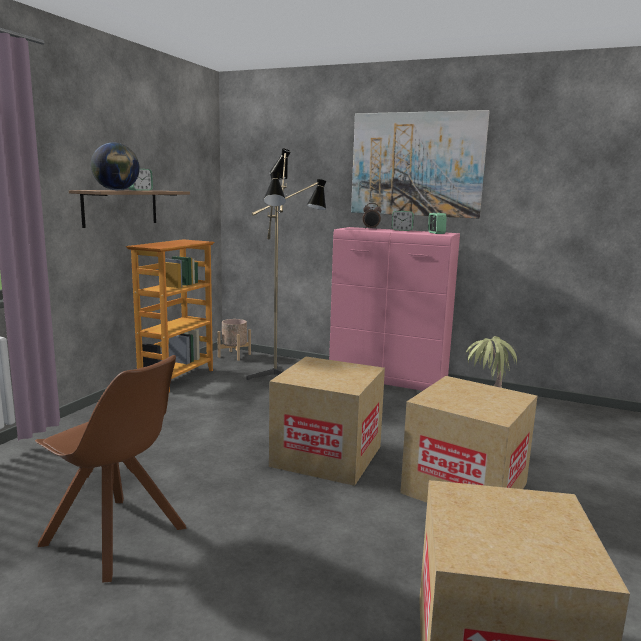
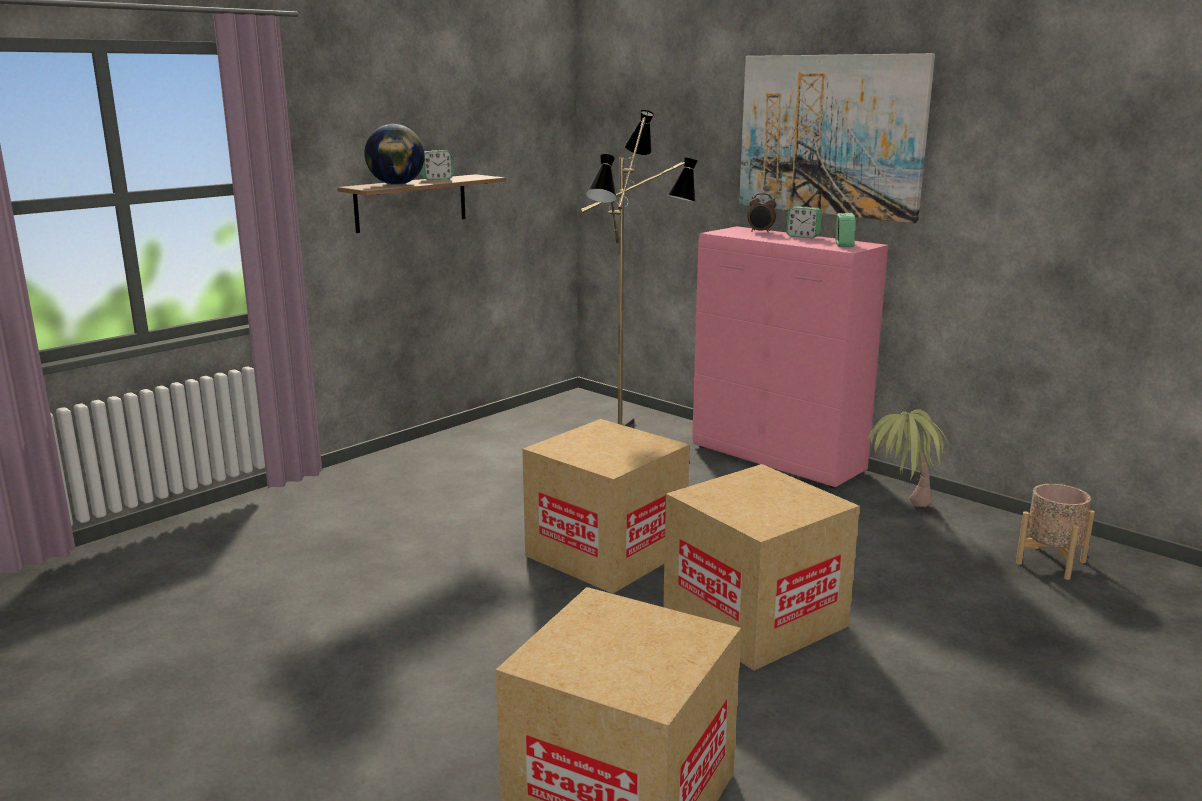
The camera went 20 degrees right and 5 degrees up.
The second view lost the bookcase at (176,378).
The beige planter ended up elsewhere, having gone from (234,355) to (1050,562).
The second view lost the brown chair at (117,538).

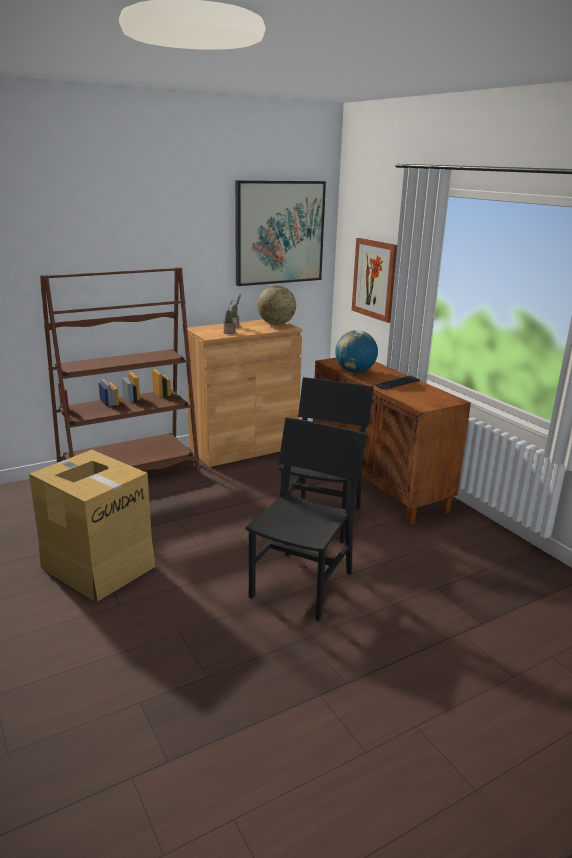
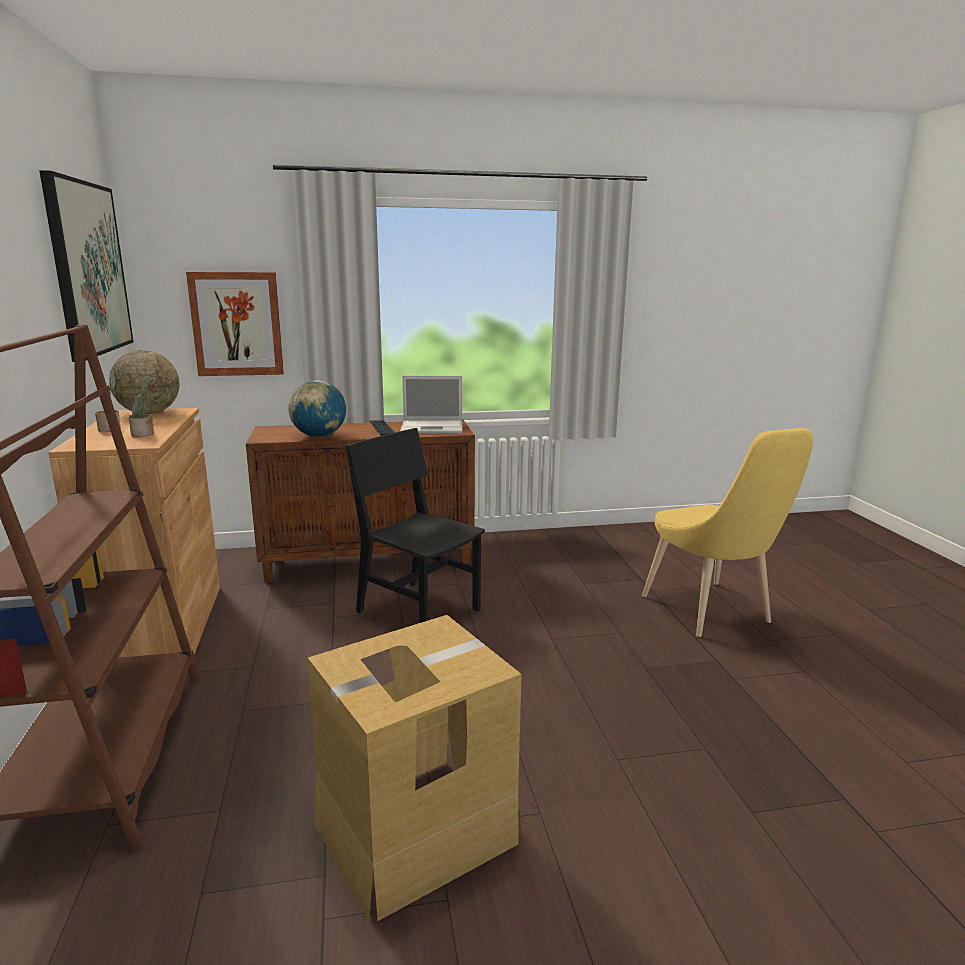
The camera went 70 degrees left and 5 degrees down.
The second view lost the black chair at (302,584).
The second view gained the laptop at (433,428).
The second view gained the yellow chair at (711,613).

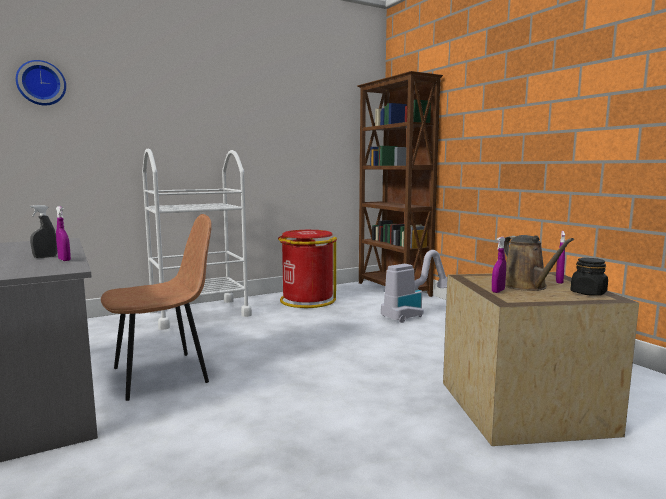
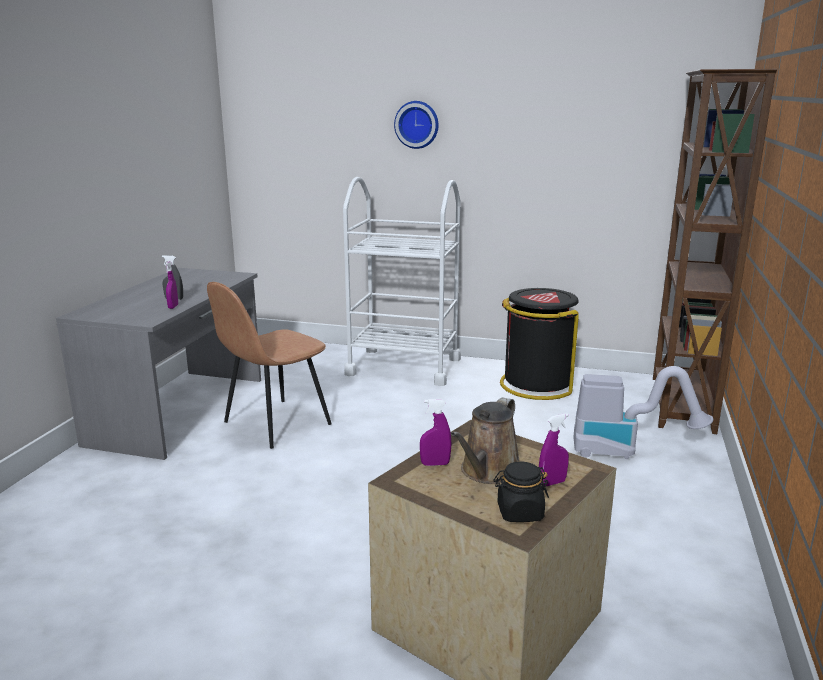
The camera went 45 degrees right and 10 degrees up.
The wall clock ended up elsewhere, having gone from (41,83) to (417,124).
The brown chair at (163,374) ended up facing another way, 120 degrees clockwise from before.
What was the red trash can at (307,300) turned into the black trash can at (536,385).

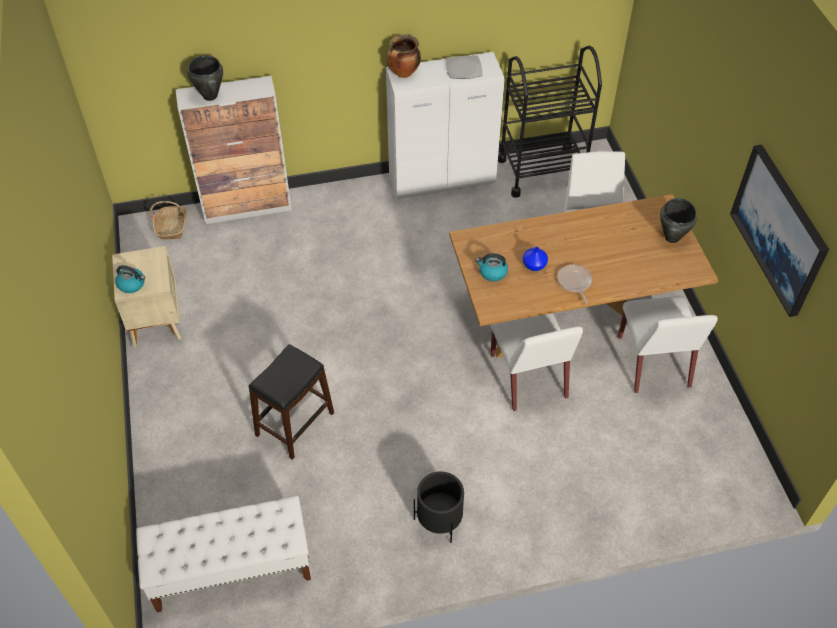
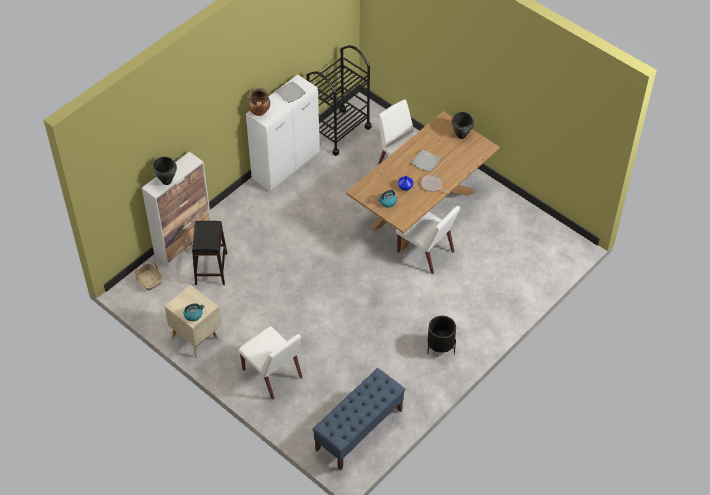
The camera went 35 degrees left and 0 degrees up.
The second view lost the picture at (779,229).
The white chair ended up elsewhere, having gone from (654,362) to (273,374).
The black stool ended up elsewhere, having gone from (295,424) to (211,268).
What was the white bench at (231,570) turned into the blue bench at (359,430).
The second view gained the plate at (426,161).

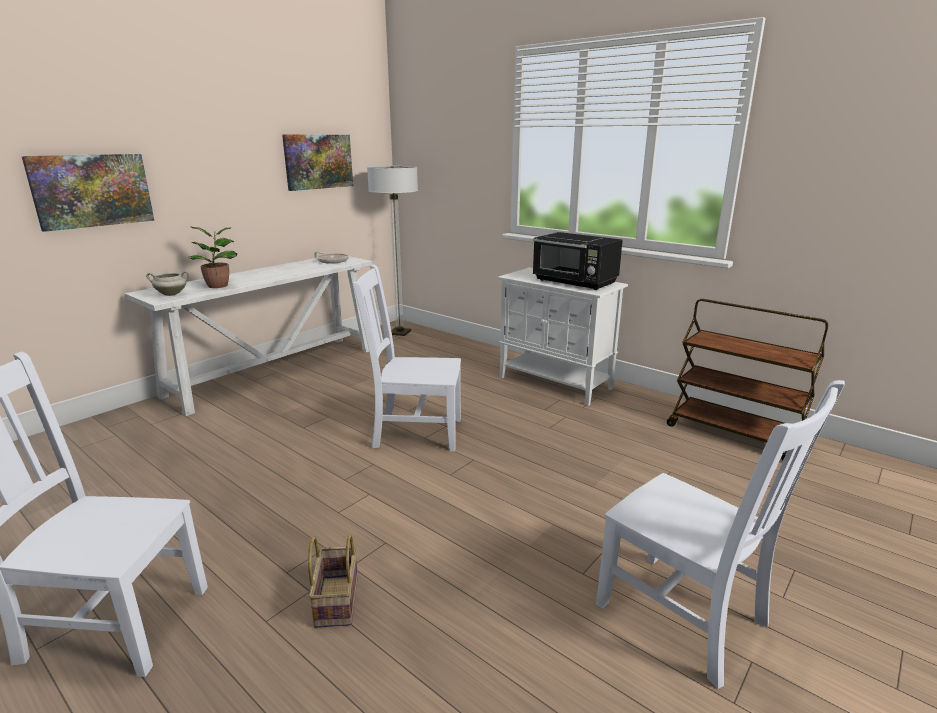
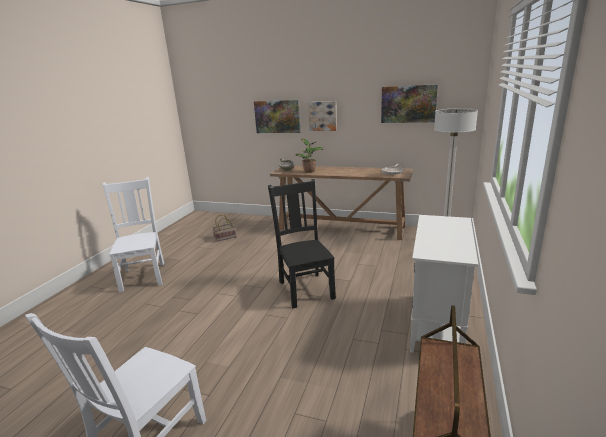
The camera went 70 degrees right and 0 degrees up.
The second view lost the black microwave at (575,282).
What was the white console table at (276,371) turned into the brown console table at (342,228).
What was the white chair at (414,432) turned into the black chair at (305,288).
The basket ended up elsewhere, having gone from (336,599) to (225,237).
The second view gained the picture at (323,116).

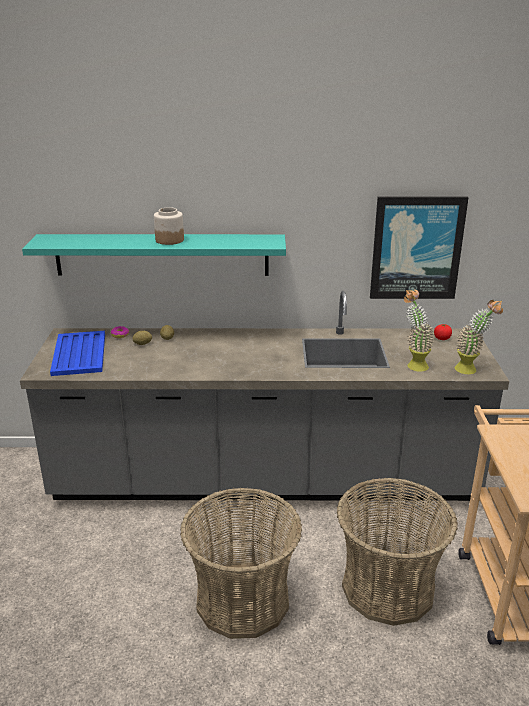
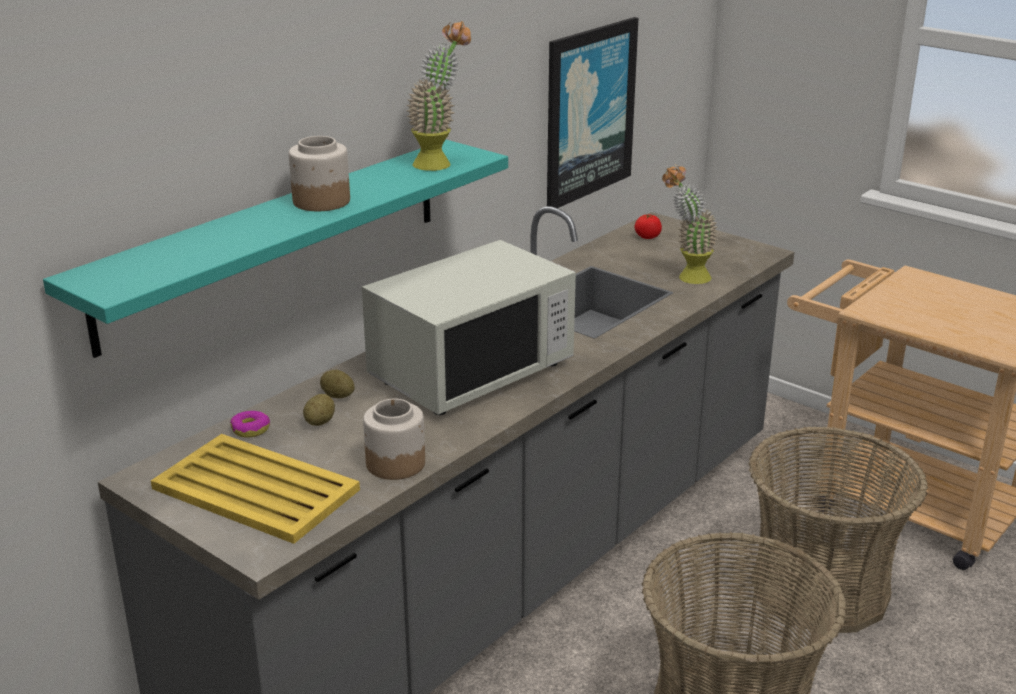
The camera went 50 degrees left and 0 degrees up.
The potted plant ended up elsewhere, having gone from (471,370) to (440,163).
What was the blue tray at (79,354) turned into the yellow tray at (257,490).
The second view gained the white microwave at (471,372).
The second view gained the jar at (395,463).

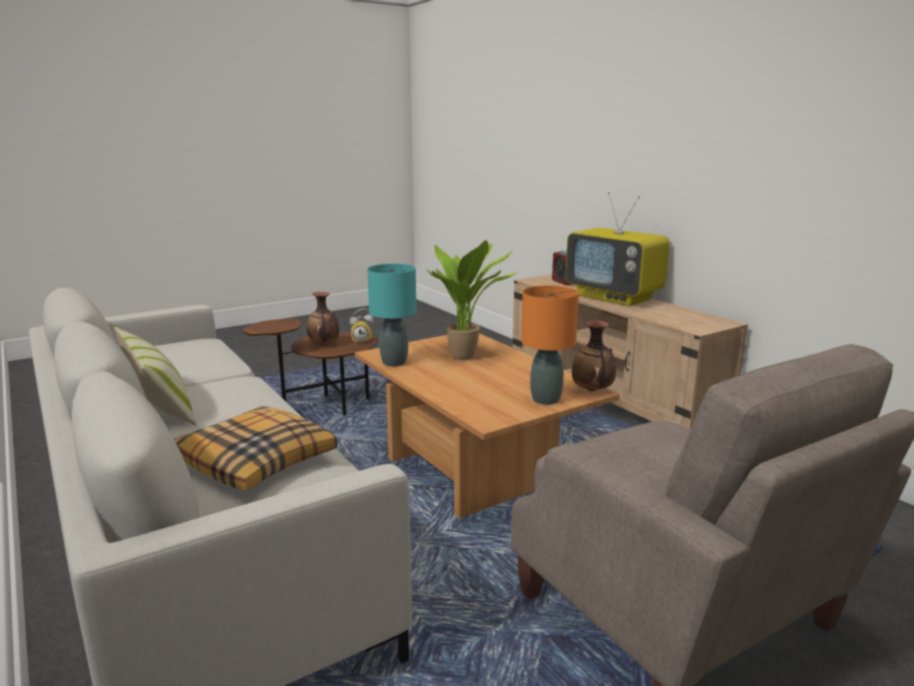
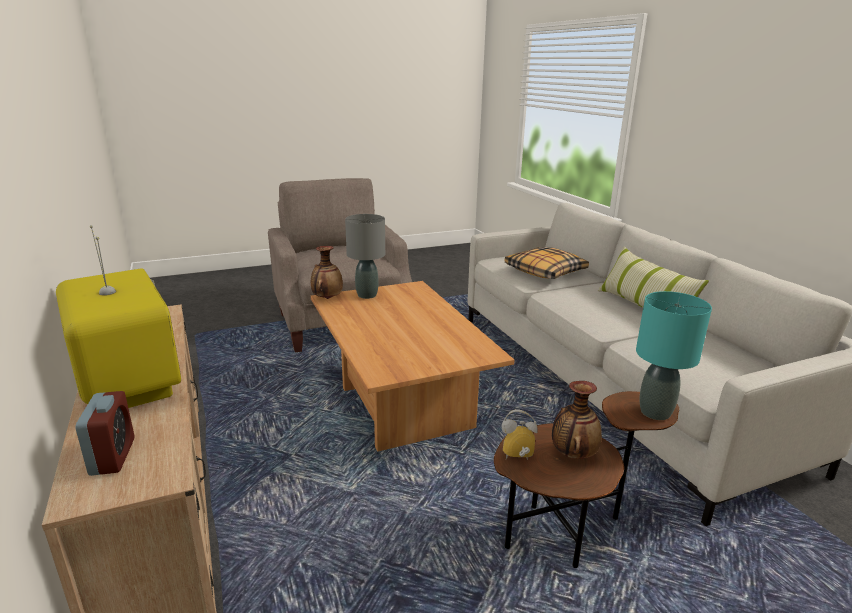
The camera went 170 degrees left and 5 degrees up.
The second view lost the potted plant at (467,357).
The turquoise table lamp ended up elsewhere, having gone from (393,363) to (655,412).
What was the orange table lamp at (545,400) turned into the grey table lamp at (367,295).

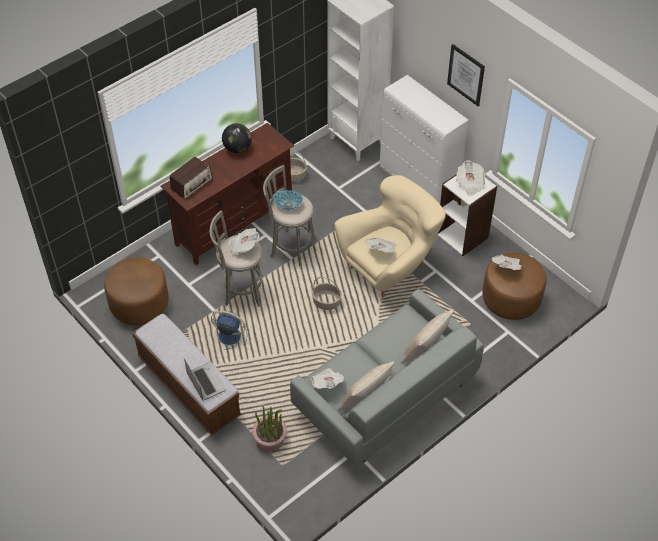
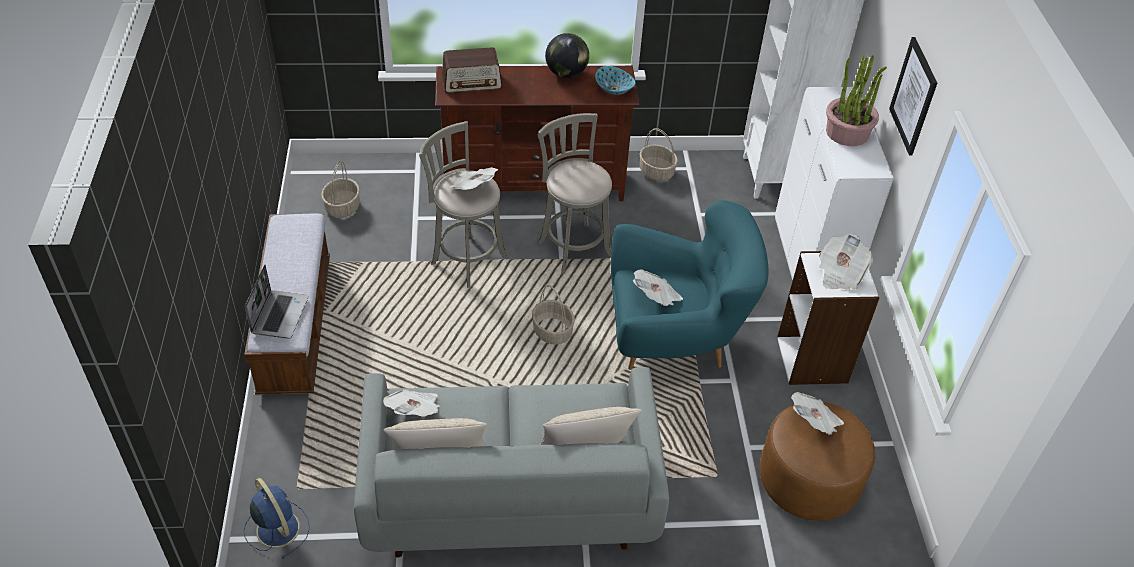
The camera went 35 degrees right and 5 degrees down.
What was the beige armchair at (389,267) turned into the turquoise armchair at (674,339).
The bowl ended up elsewhere, having gone from (288,204) to (614,89).
Where the brown ottoman stood at (139,304), the basket came to stand at (342,207).
The blue fan ended up elsewhere, having gone from (228,336) to (277,527).
The potted plant ended up elsewhere, having gone from (270,439) to (847,132).

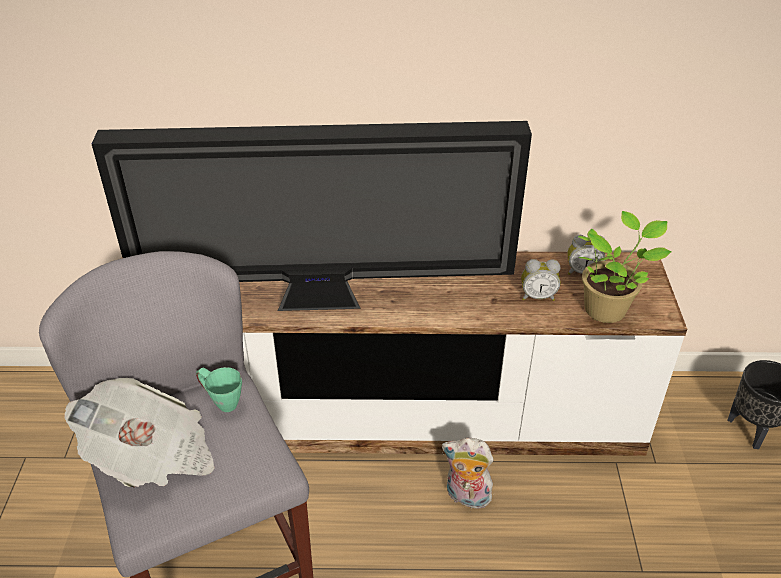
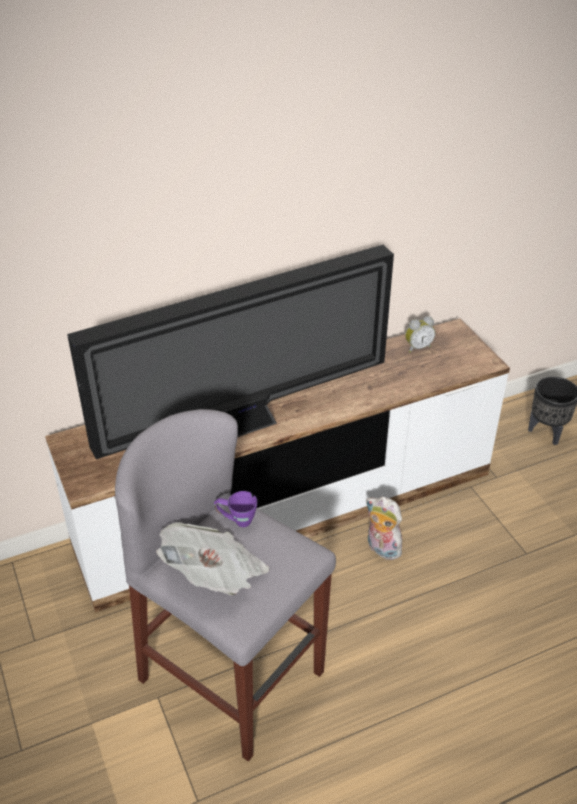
The camera went 25 degrees left and 0 degrees up.
The second view lost the potted plant at (607,308).
The second view lost the alarm clock at (537,296).
What was the green mug at (221,401) turned into the purple mug at (236,521).
The plush toy at (466,497) ended up facing another way, 45 degrees clockwise from before.

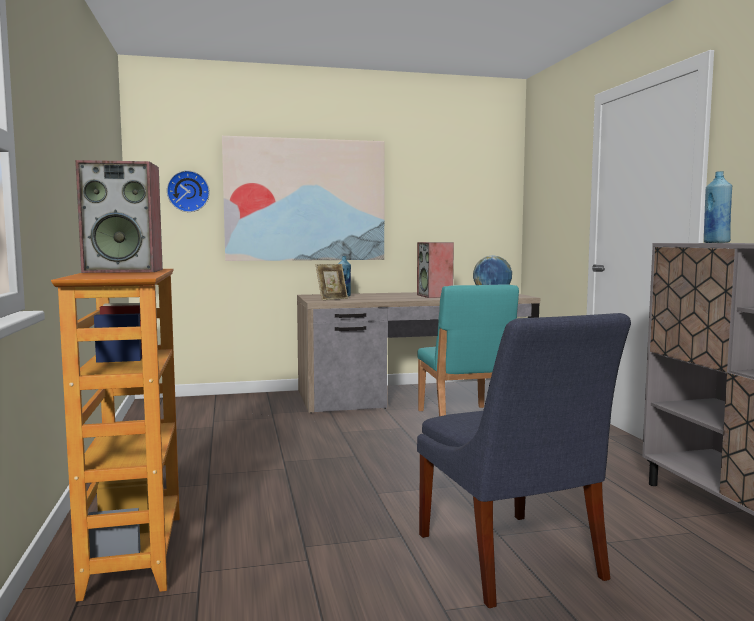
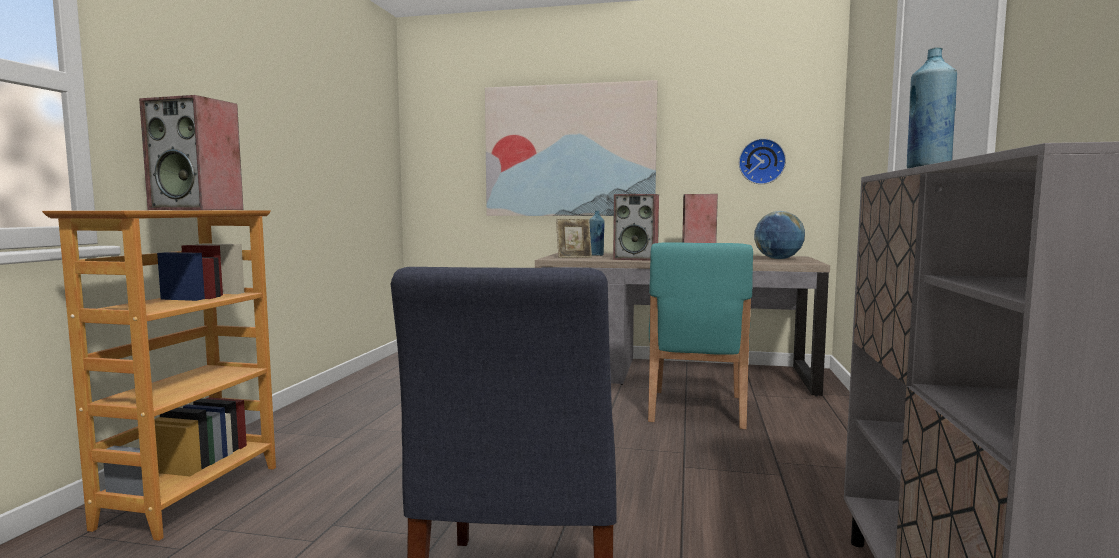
The camera went 25 degrees right and 0 degrees up.
The wall clock ended up elsewhere, having gone from (188,191) to (761,161).
The second view gained the speaker at (636,258).

